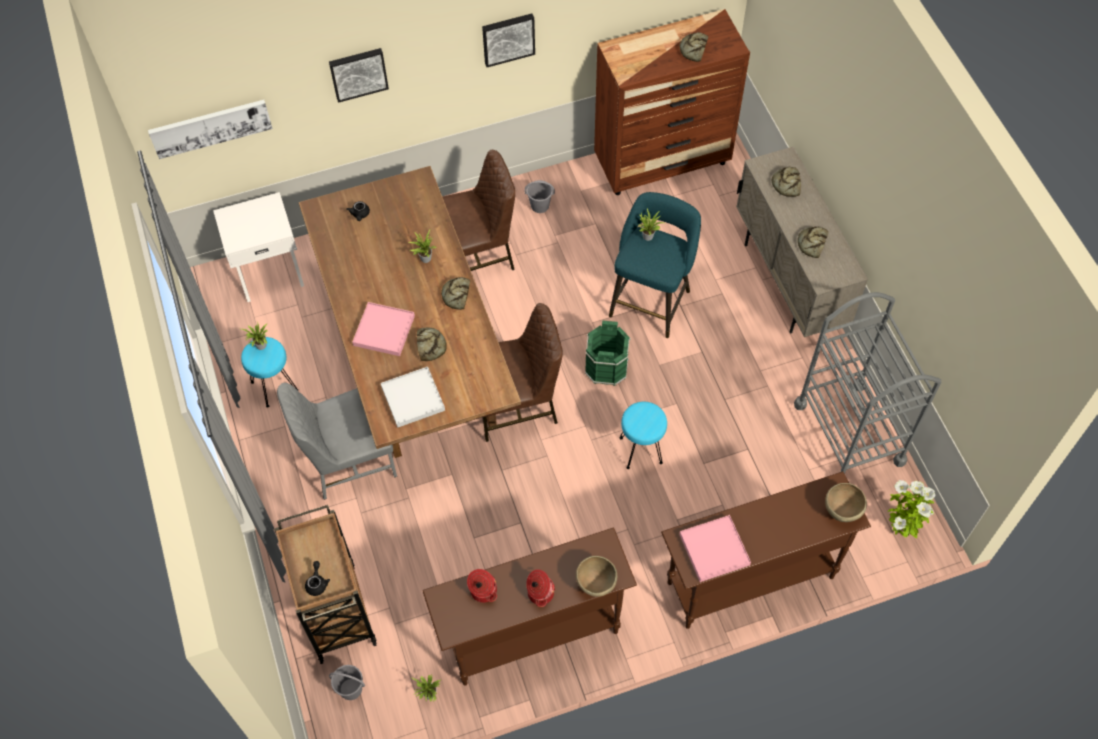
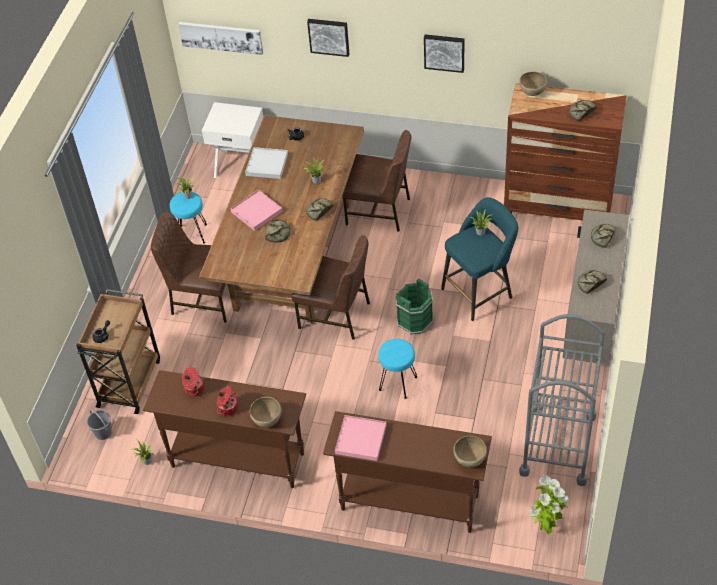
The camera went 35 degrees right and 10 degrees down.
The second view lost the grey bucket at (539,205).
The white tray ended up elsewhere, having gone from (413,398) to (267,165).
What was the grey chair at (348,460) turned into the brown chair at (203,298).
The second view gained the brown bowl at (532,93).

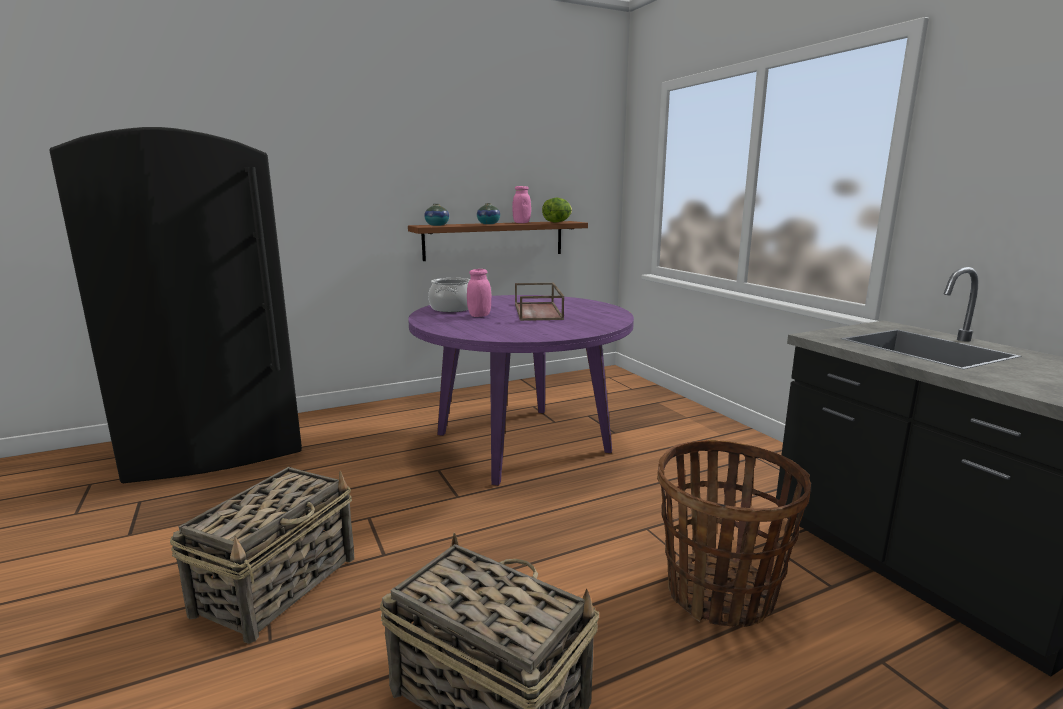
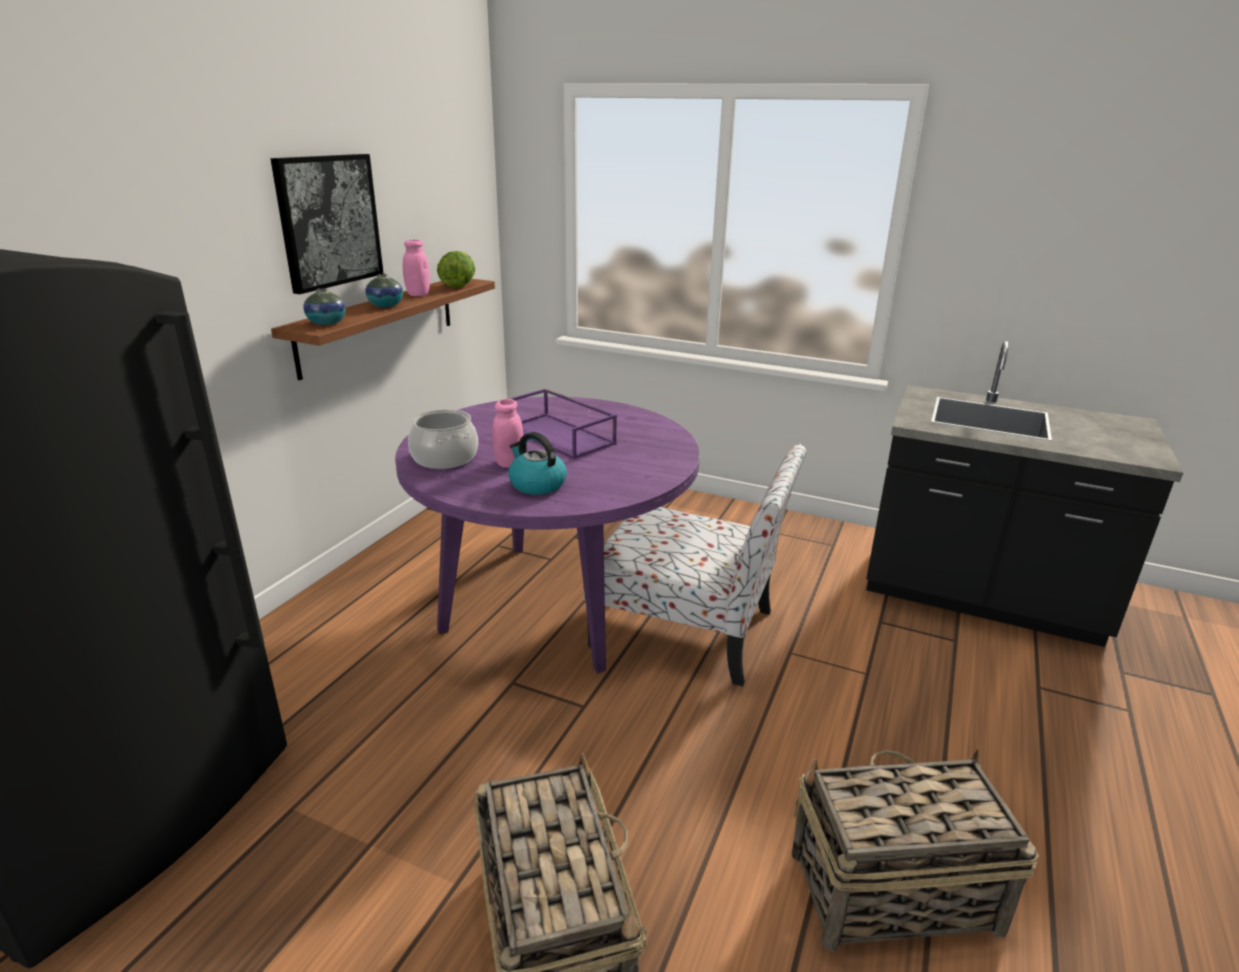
The camera went 40 degrees left and 10 degrees up.
What was the brown tray at (539,311) turned into the purple tray at (561,436).
The second view lost the basket at (720,593).
The second view gained the picture at (329,221).
The second view gained the kettle at (536,484).
The second view gained the chair at (688,629).

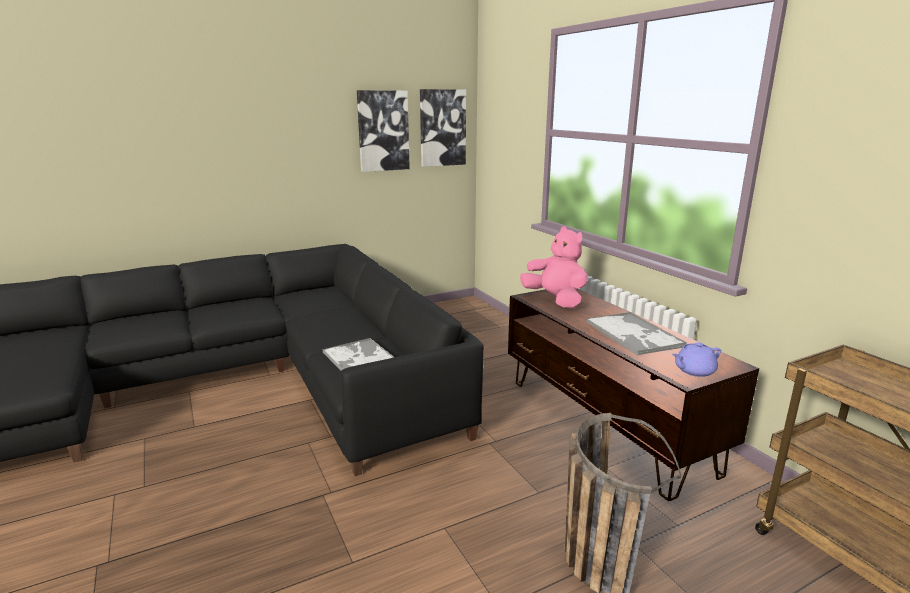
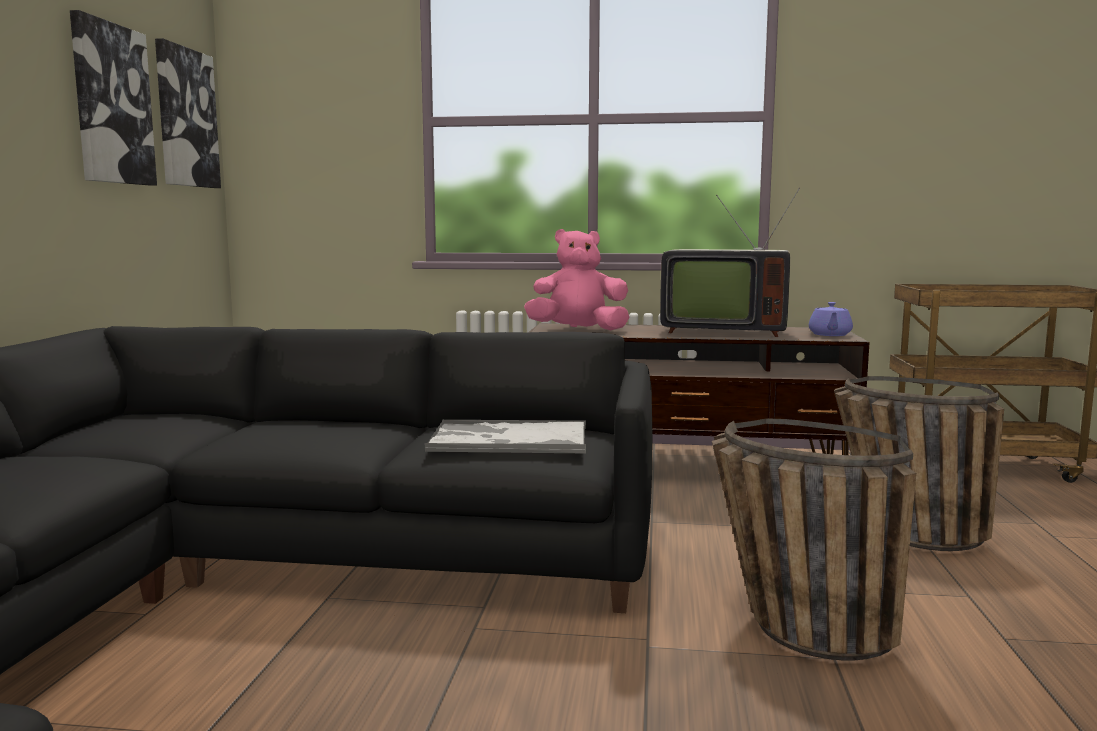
The camera went 55 degrees left and 10 degrees down.
Where the tray stood at (634,334), the television came to stand at (722,331).
The second view gained the basket at (789,627).

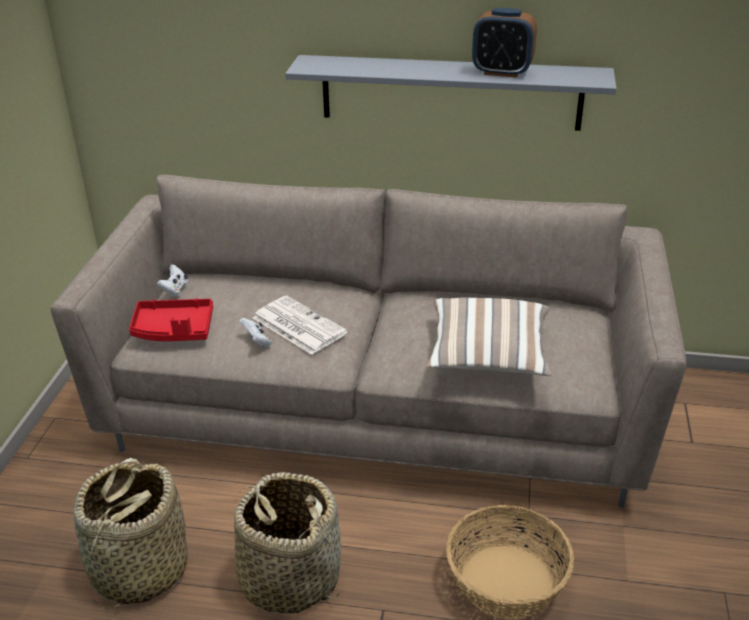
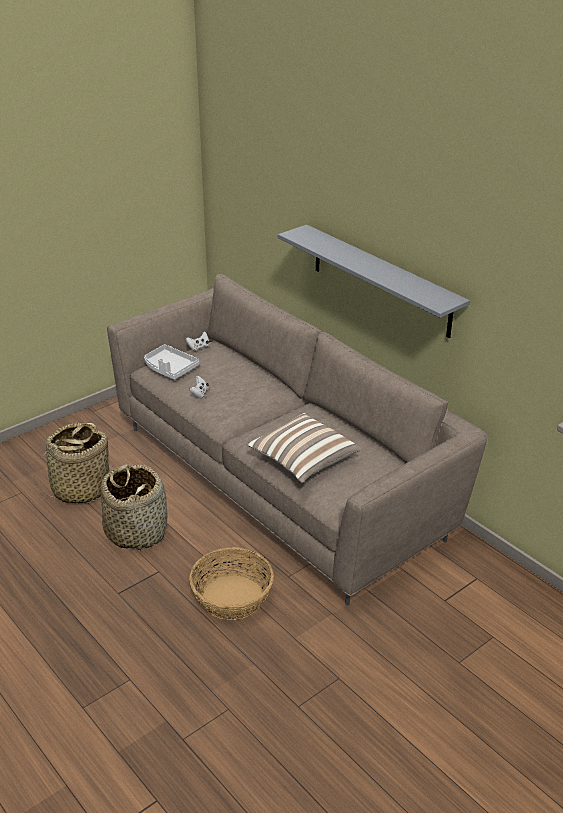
The camera went 40 degrees right and 0 degrees up.
The second view lost the alarm clock at (502,72).
The second view lost the newspaper at (297,325).
What was the red tray at (174,330) turned into the grey tray at (170,368).

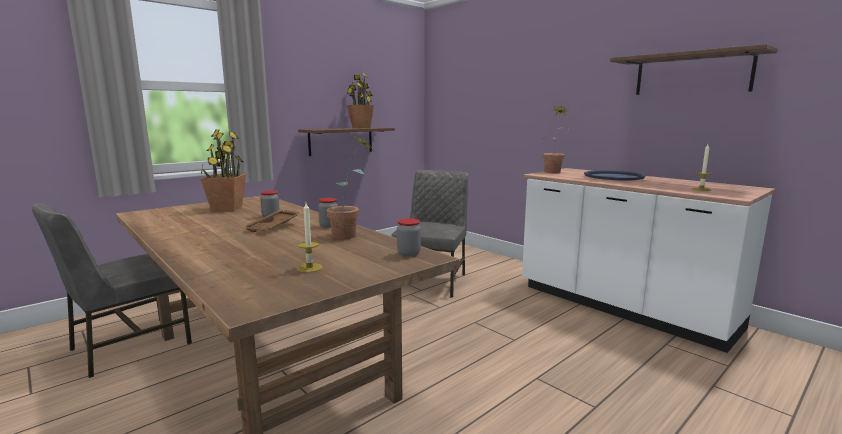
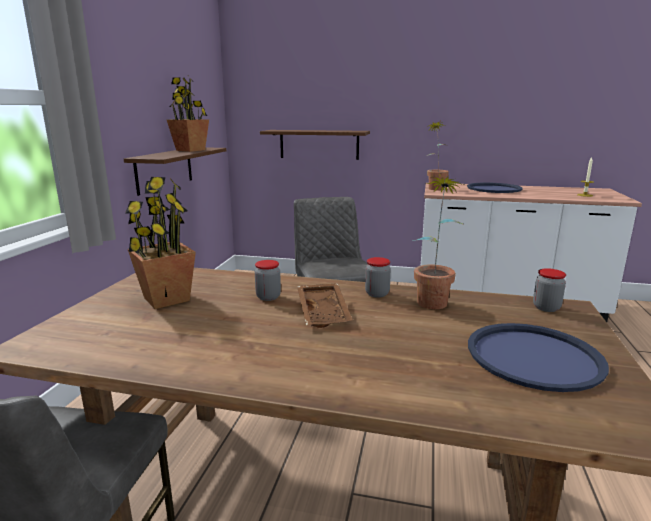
The camera went 35 degrees left and 5 degrees up.
The brown shelf ended up elsewhere, having gone from (692,74) to (319,144).
Where the candle stood at (309,268), the blue tray came to stand at (533,357).

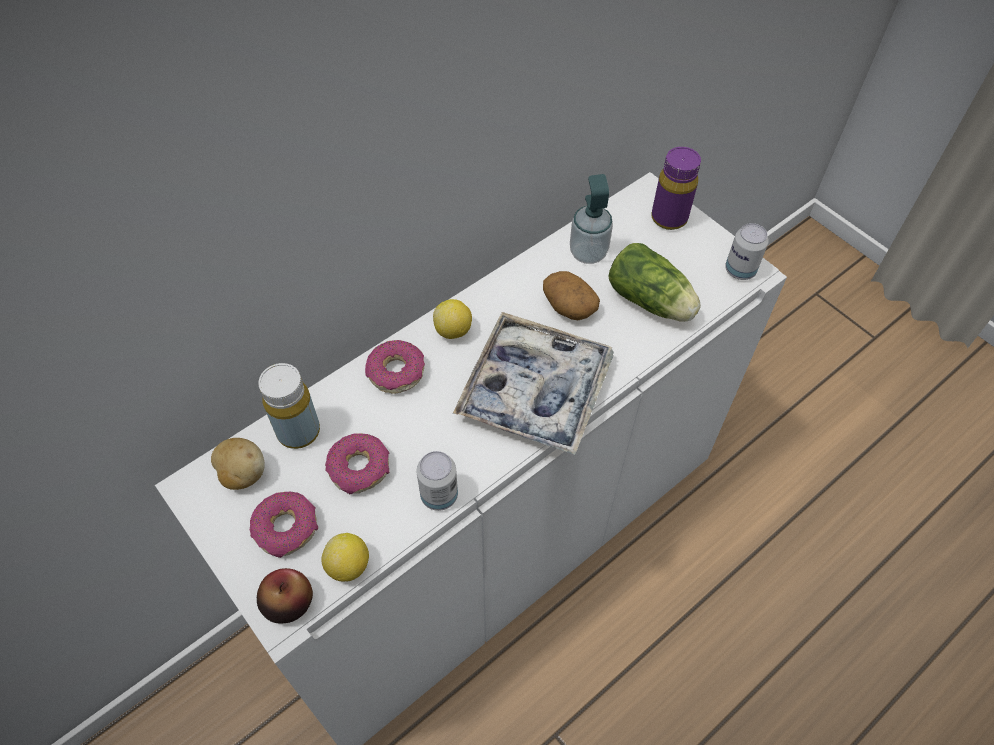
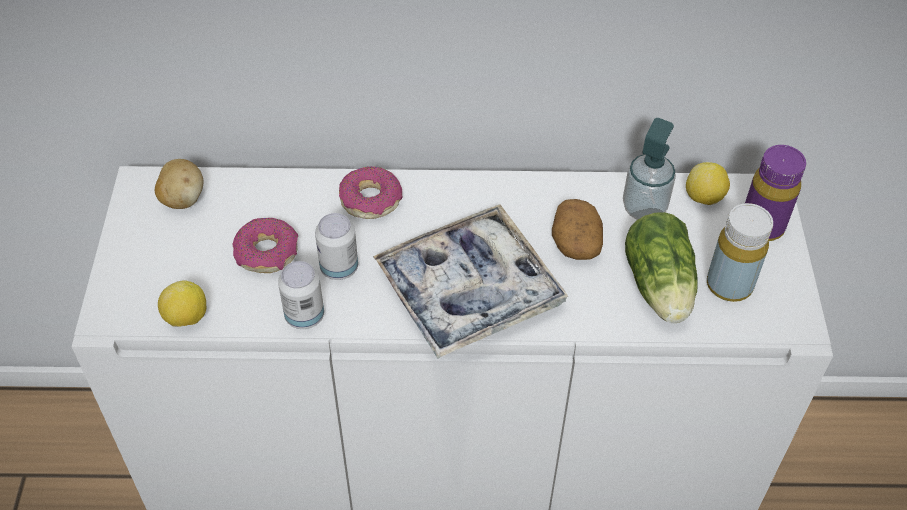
The camera went 40 degrees right and 5 degrees down.
The can ended up elsewhere, having gone from (740,270) to (339,268).
The lemon ended up elsewhere, having gone from (453,330) to (704,198).
The yellow bottle ended up elsewhere, having gone from (298,431) to (729,285).
The second view lost the donut at (287,528).
The second view lost the apple at (288,602).

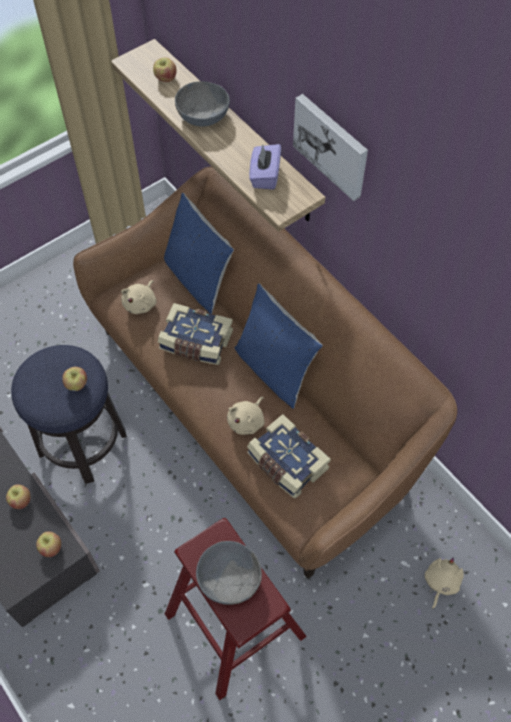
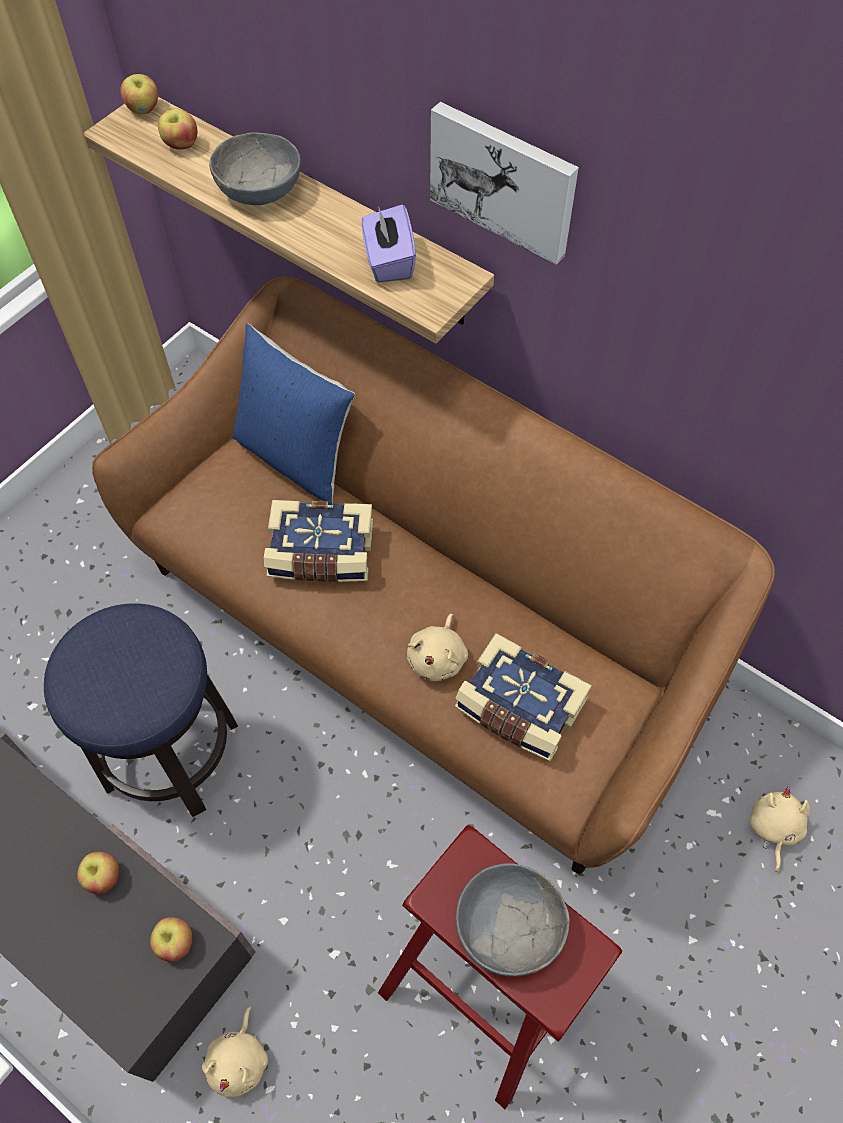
The camera went 15 degrees left and 0 degrees up.
The beige plush toy ended up elsewhere, having gone from (141,303) to (239,1060).
The second view lost the blue pillow at (275,369).
The apple ended up elsewhere, having gone from (77,384) to (144,109).

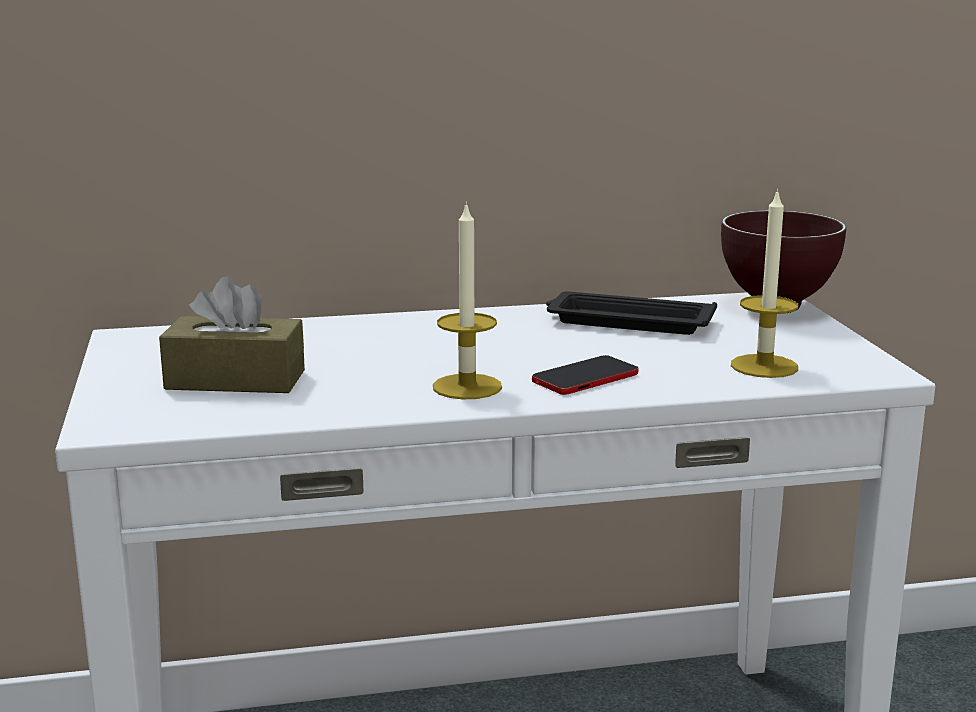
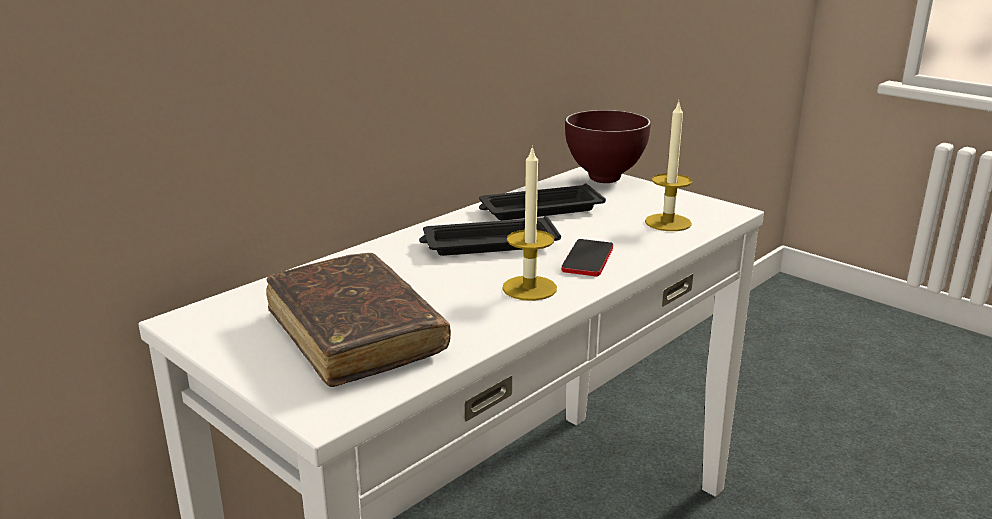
The camera went 35 degrees left and 5 degrees up.
Where the brown tissue box stood at (235,380), the brown book came to stand at (355,333).
The second view gained the black tray at (488,244).

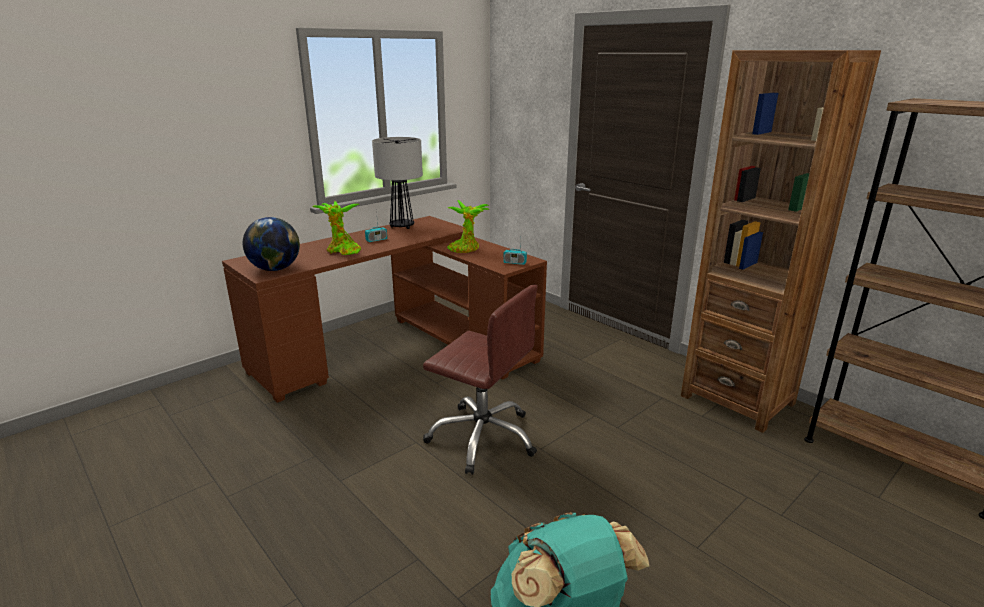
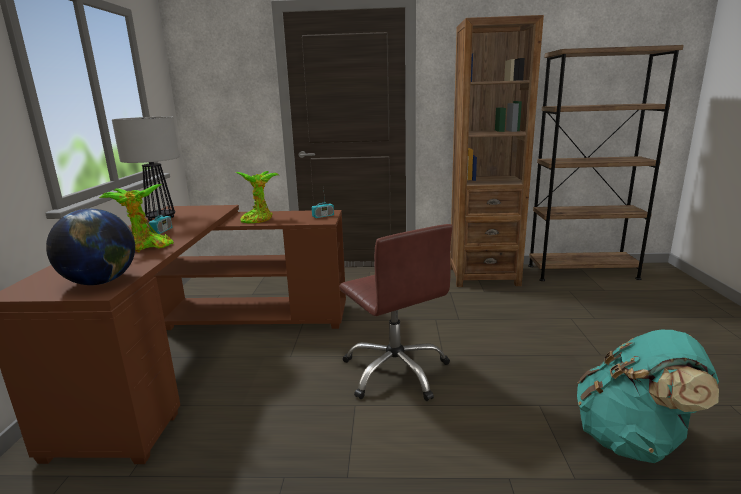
The camera went 45 degrees left and 5 degrees down.
The brown office chair at (483,437) ended up facing another way, 75 degrees clockwise from before.

